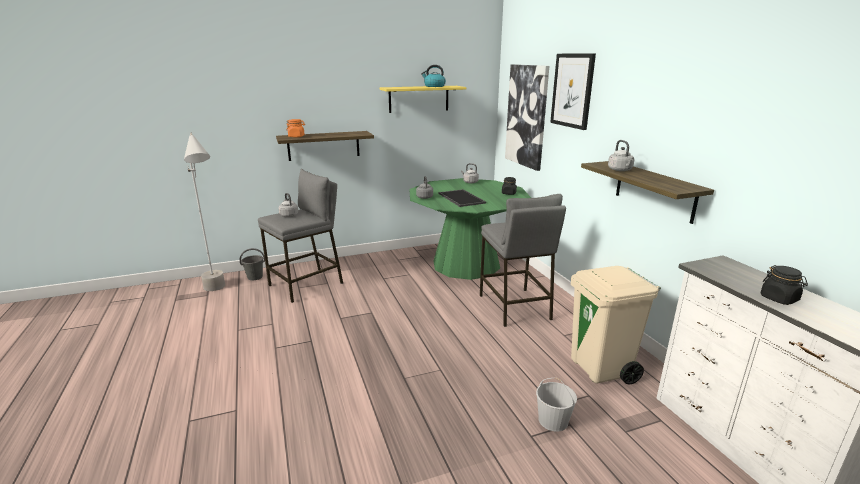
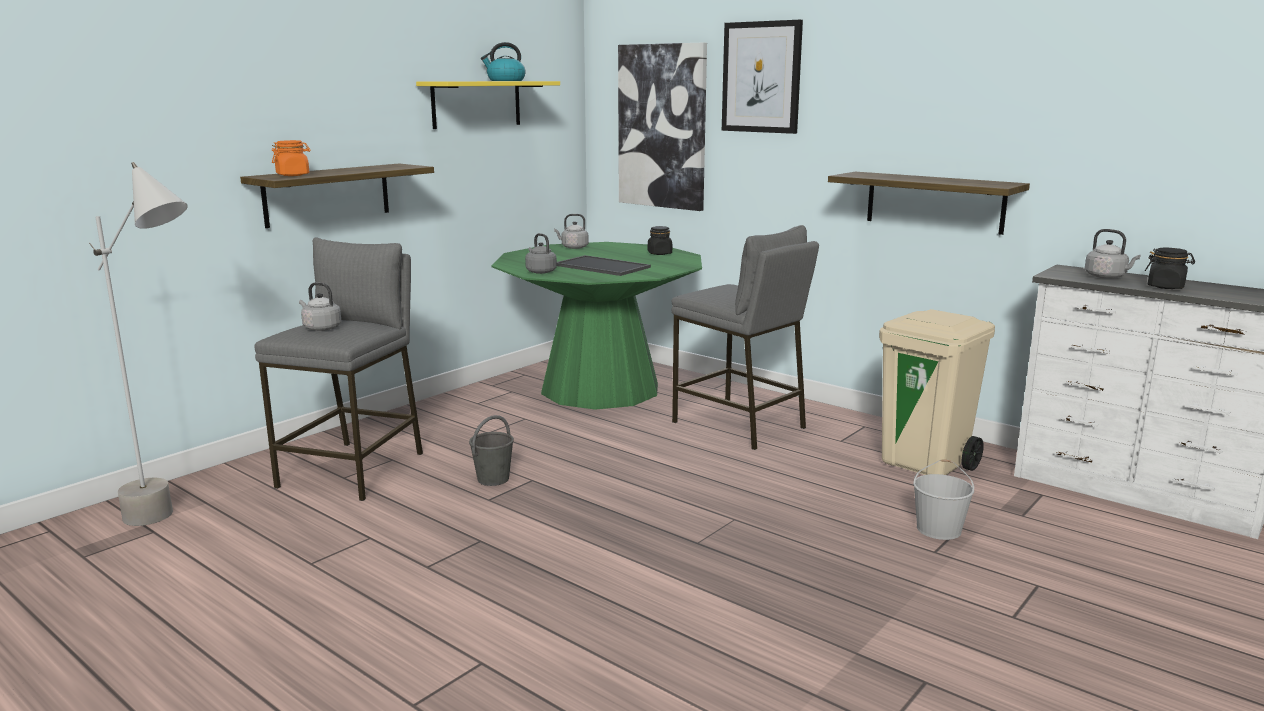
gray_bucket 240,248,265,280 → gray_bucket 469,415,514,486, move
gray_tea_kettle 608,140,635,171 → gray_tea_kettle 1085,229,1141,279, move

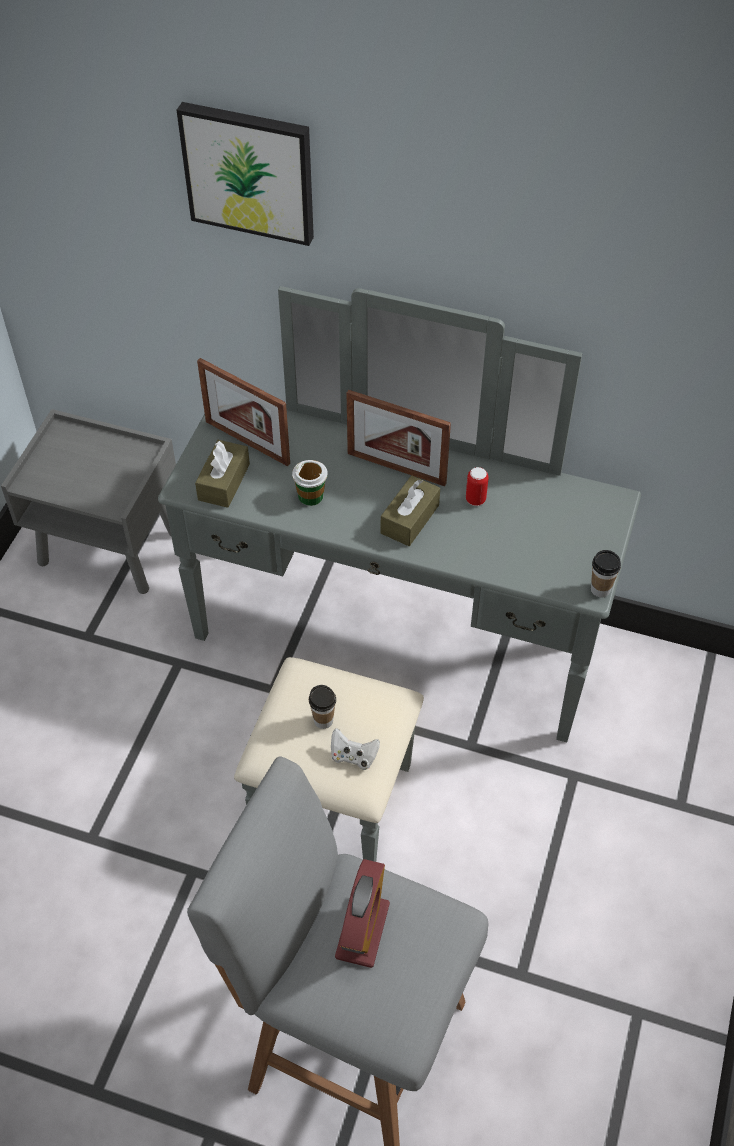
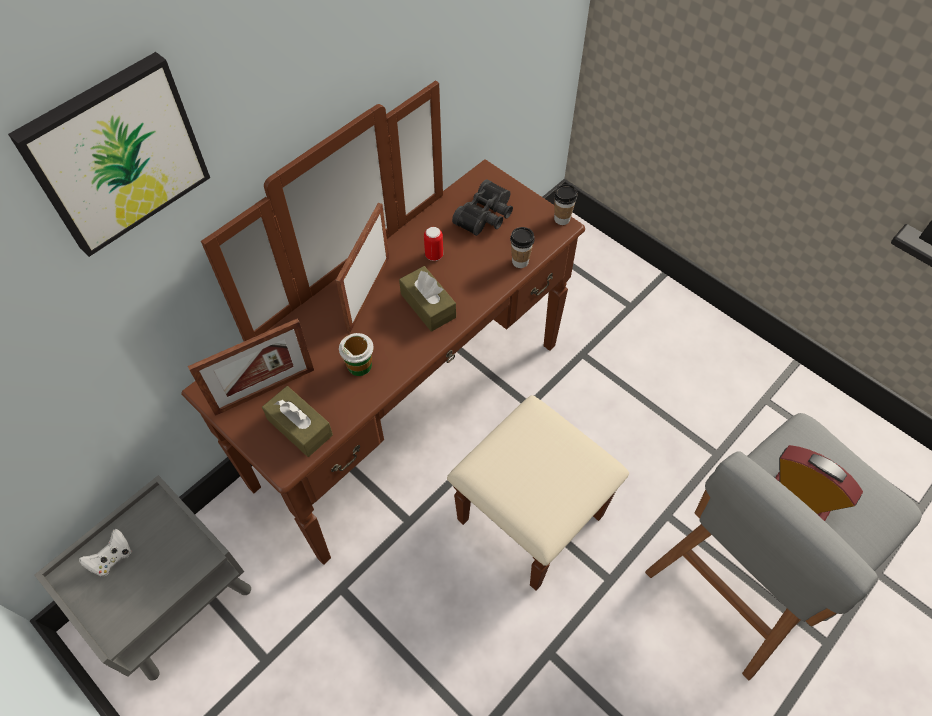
gray_drawer_chest 158,286,641,862 → brown-coloured_drawer_chest 181,81,629,591
drinking_cup 309,685,336,729 → drinking_cup 510,227,535,268, move
whitish_joypad 331,728,380,770 → whitish_joypad 79,529,131,577, move
standing_frame 347,390,451,486 → standing_frame 335,203,389,332, 150 degrees clockwise
- → black-coloured_field_glasses 452,179,513,236

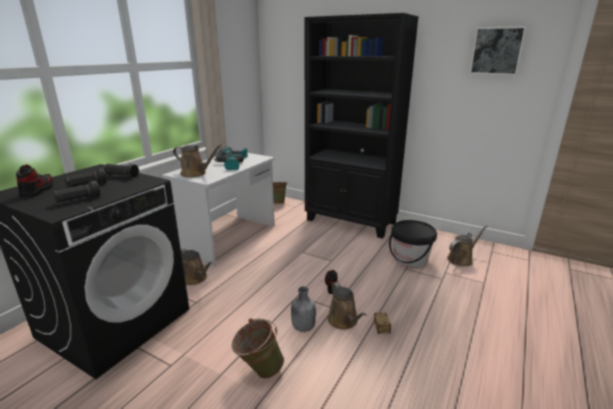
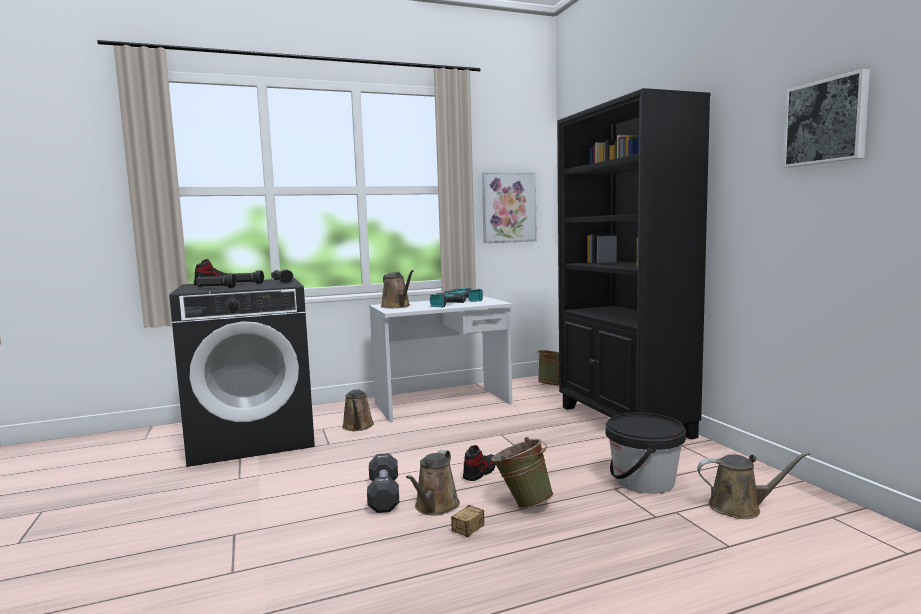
greenish_bucket 232,318,284,379 → greenish_bucket 491,437,554,509, move
gray_beverage_bottle 291,286,316,332 → black-coloured_dumbbell 367,453,399,513
- → wall_art 482,172,537,243

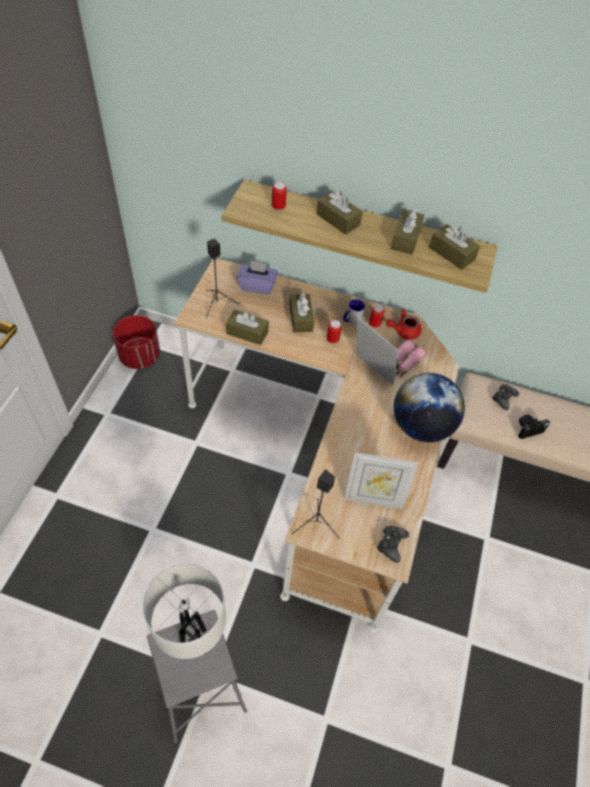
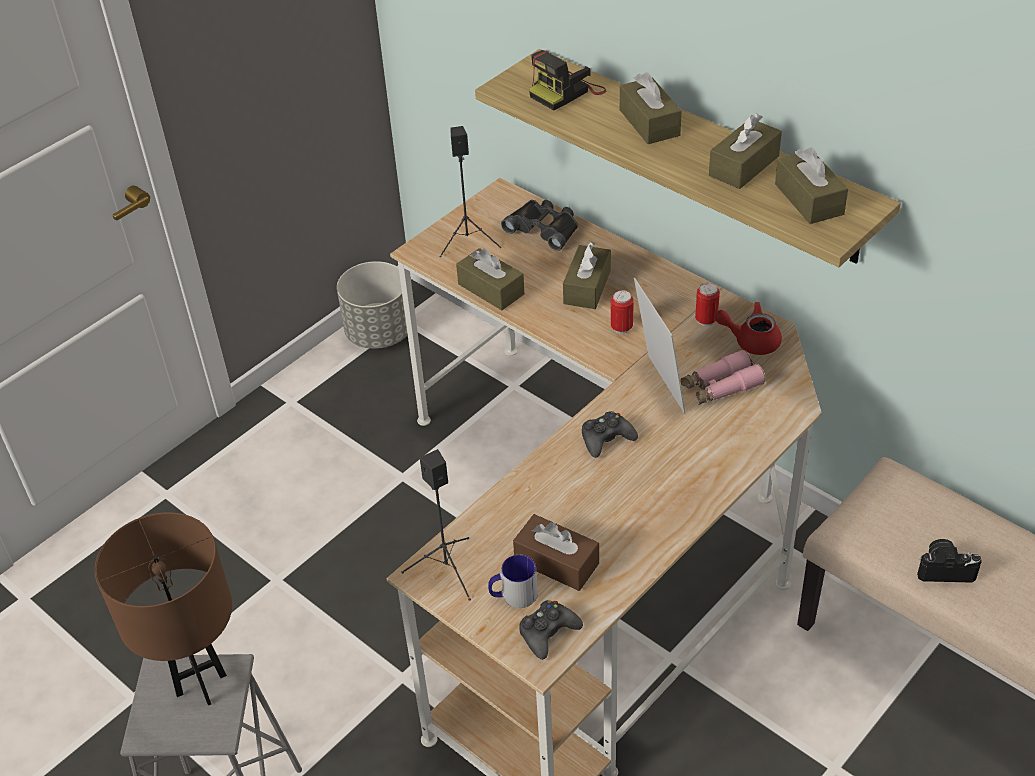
reddish_planter 113,315,160,369 → gray_planter 337,261,408,349
whitish_lamp_for_a_table 142,562,226,659 → brown-coloured_lamp_for_a_table 95,512,232,706
purple-coloured_box_of_tissues 237,260,278,294 → black-coloured_field_glasses 501,200,578,251
can 272,182,287,211 → photo_camera 529,50,606,110
mug 343,299,365,325 → mug 488,555,538,608, move
standing_frame 344,452,418,509 → brown-coloured_box_of_tissues 513,514,599,591
world_globe 394,373,465,442 → -
black-coloured_joypad 492,384,519,410 → black-coloured_joypad 582,411,638,458, move

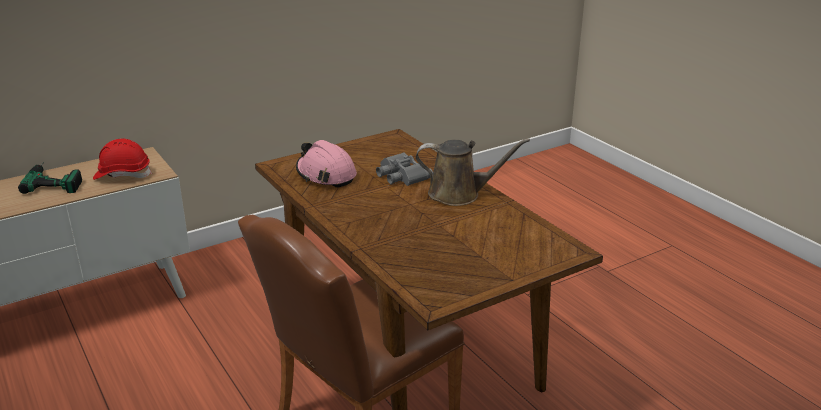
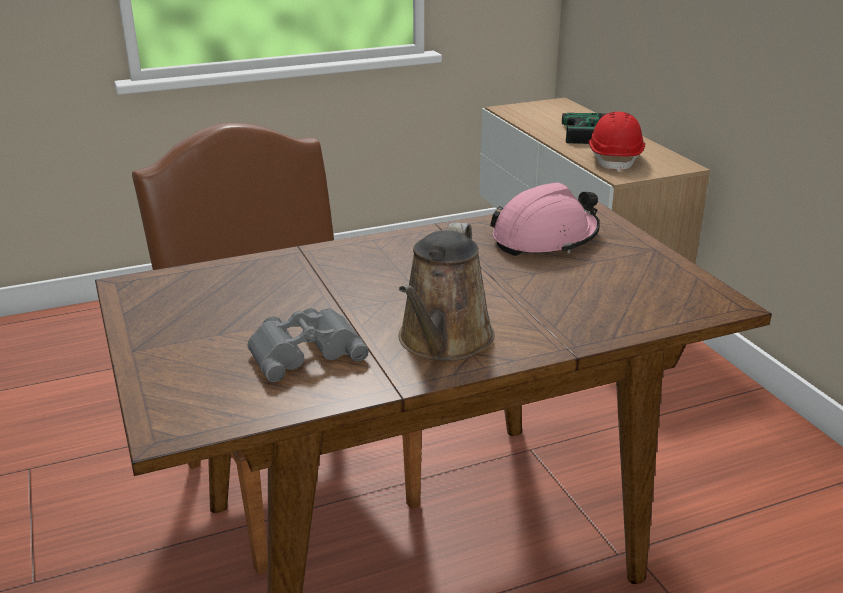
gray_field_glasses 376,153,433,186 → gray_field_glasses 248,308,369,382, move

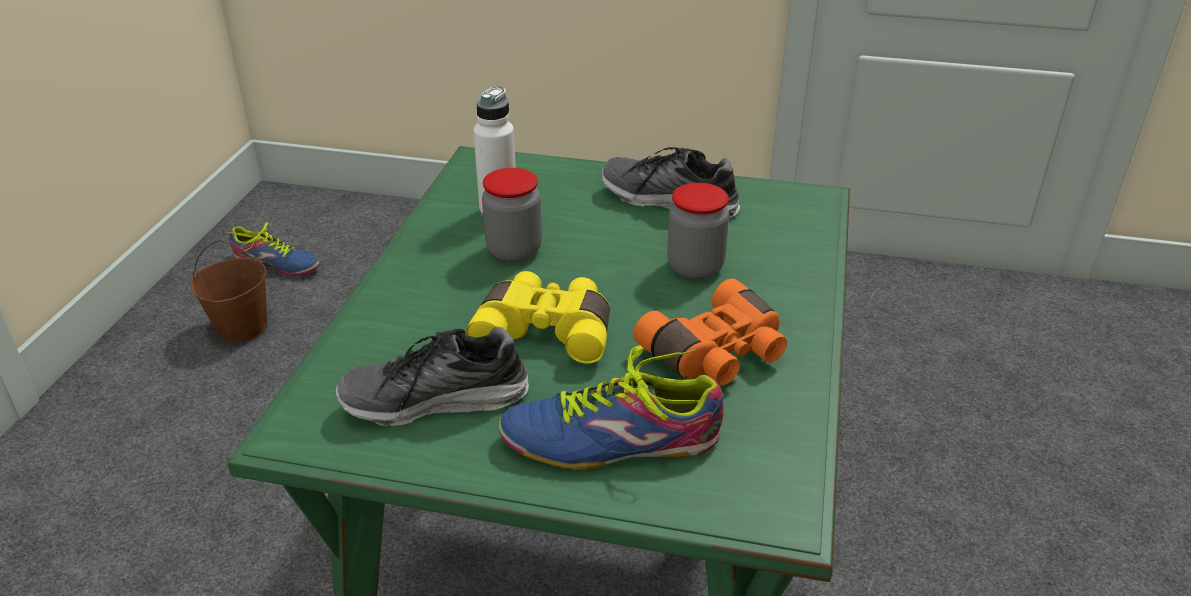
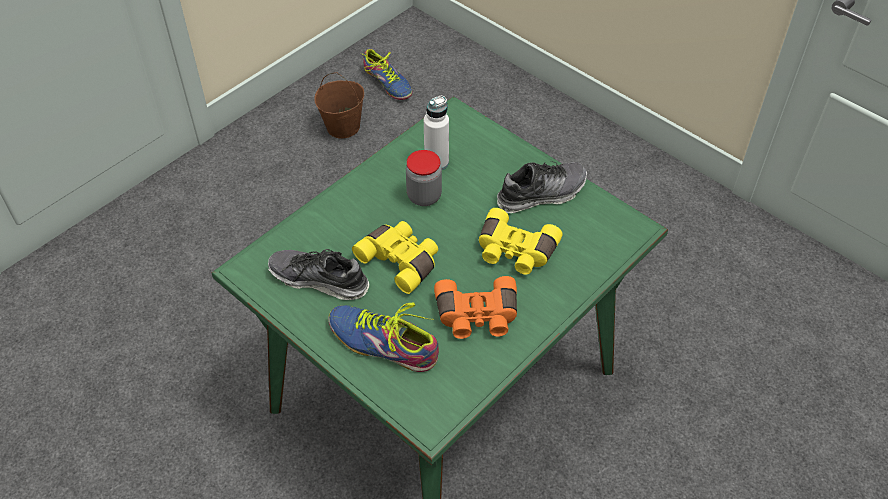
item_of_footwear 602,147,740,218 → item_of_footwear 497,161,587,213, 105 degrees clockwise
storage_jar 667,183,729,279 → yellow_field_glasses 479,208,563,275

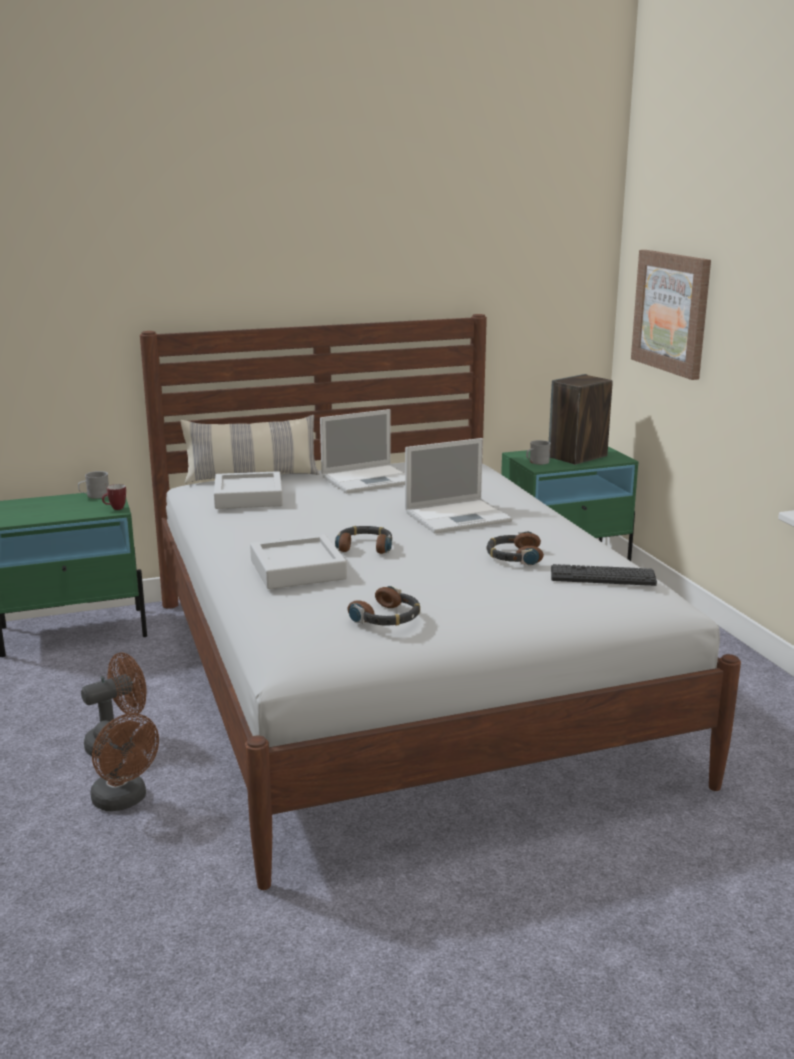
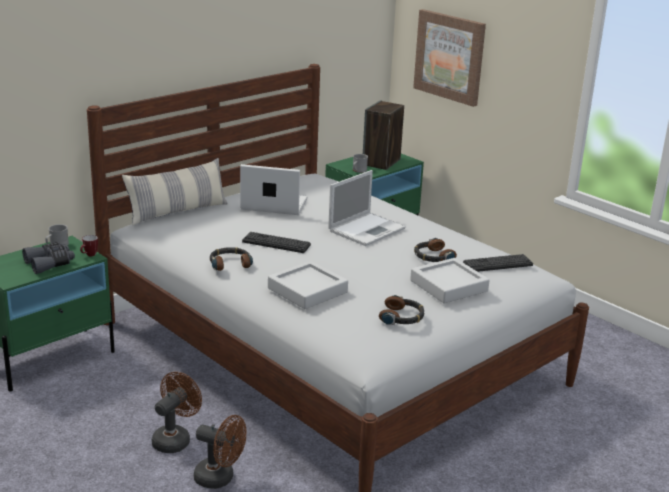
gray_tray 214,471,283,509 → gray_tray 410,258,490,304, move
portable_computer 320,409,405,493 → portable_computer 240,164,307,215, 120 degrees counterclockwise
headphones 335,526,392,554 → headphones 210,247,253,271, move
- → gray_field_glasses 22,242,75,274
- → PC_keyboard 242,232,311,253

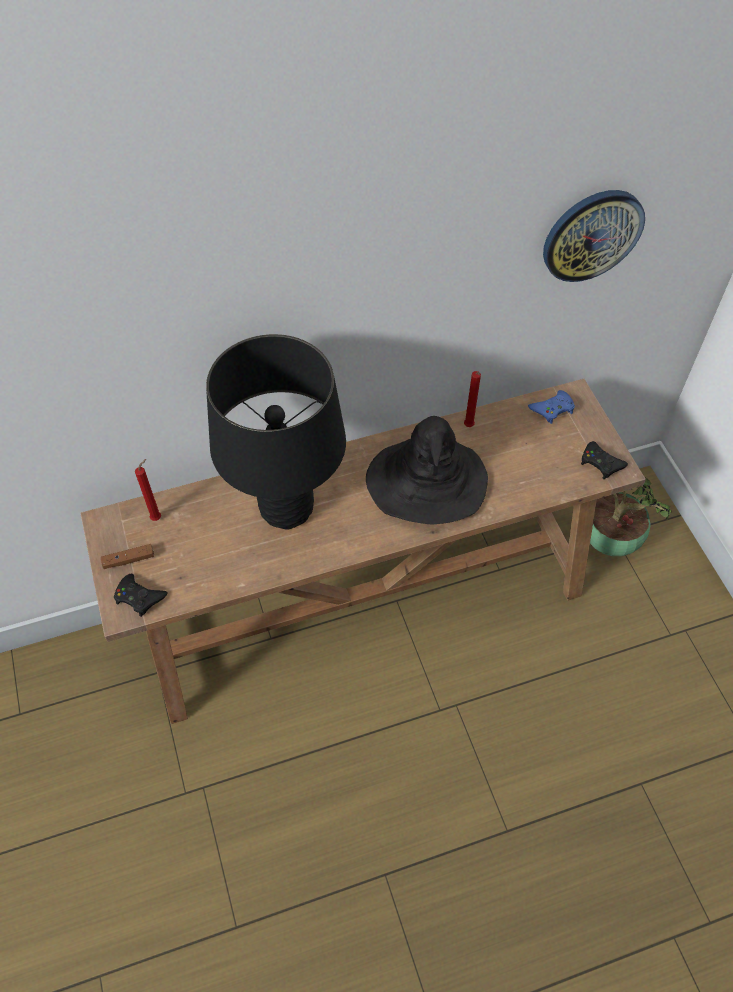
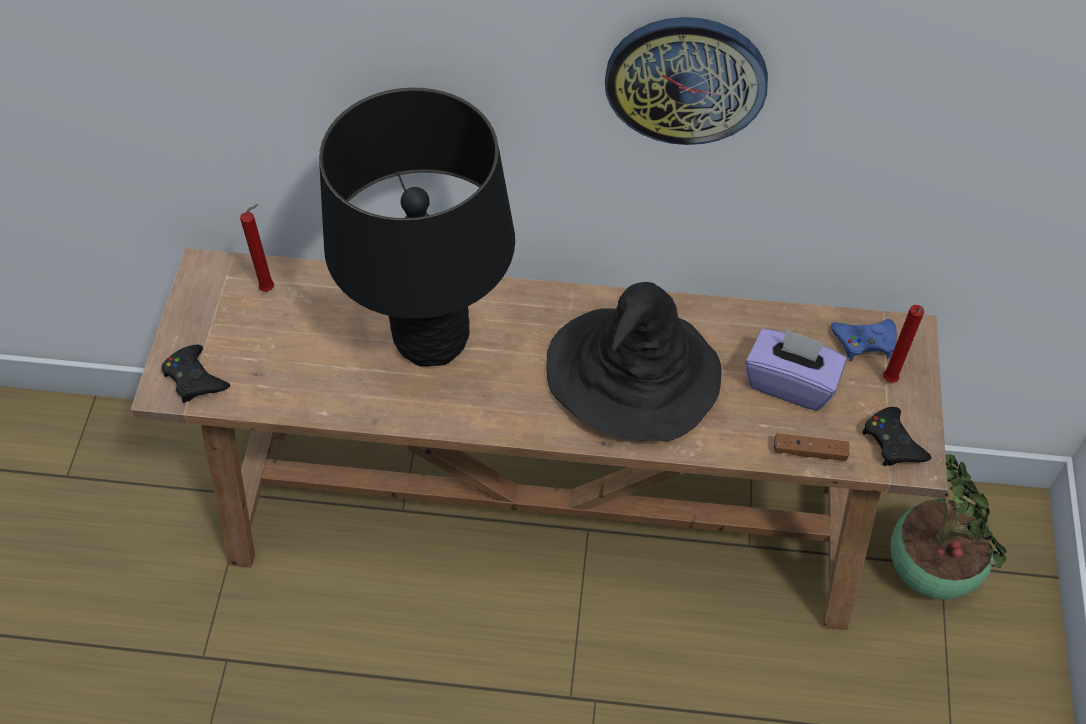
brown-coloured_joypad 101,544,154,569 → brown-coloured_joypad 774,434,849,461, move
reddish_wax_light 464,371,481,427 → reddish_wax_light 883,305,924,383, move
clock_on_the_wall 543,190,645,282 → clock_on_the_wall 605,17,768,145, move
- → purple-coloured_box_of_tissues 745,328,847,411

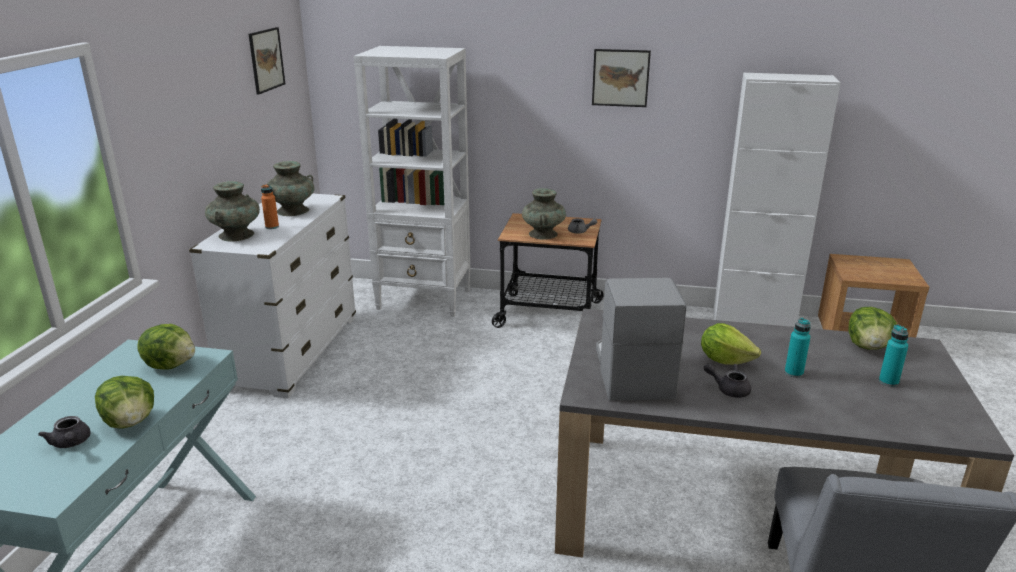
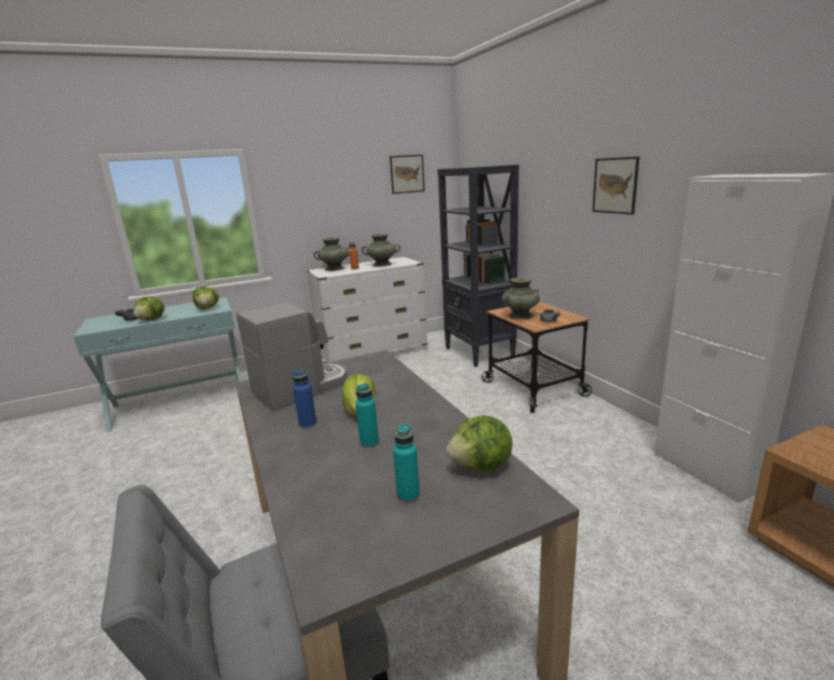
whitish_bookcase 354,46,470,317 → black-coloured_bookcase 437,165,519,367
gray_teapot 704,363,751,398 → bluish_beverage_bottle 292,369,317,429

